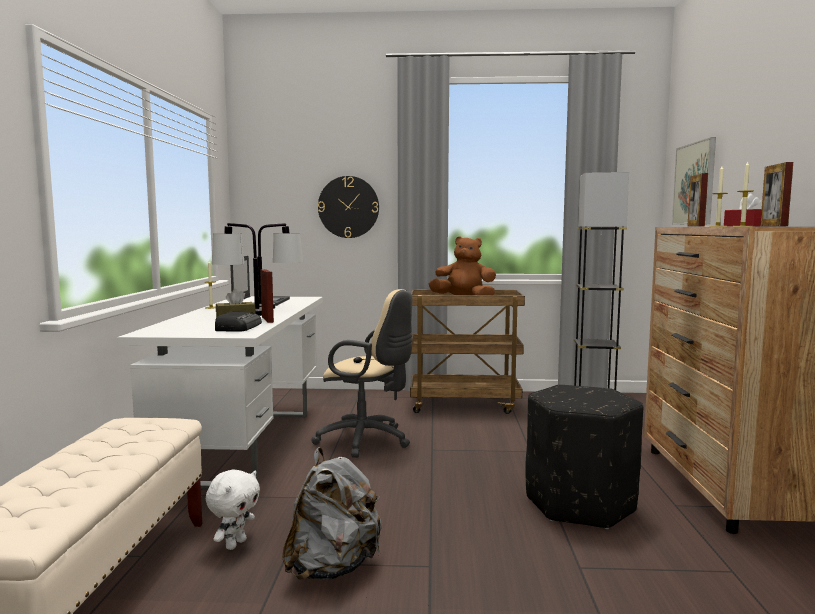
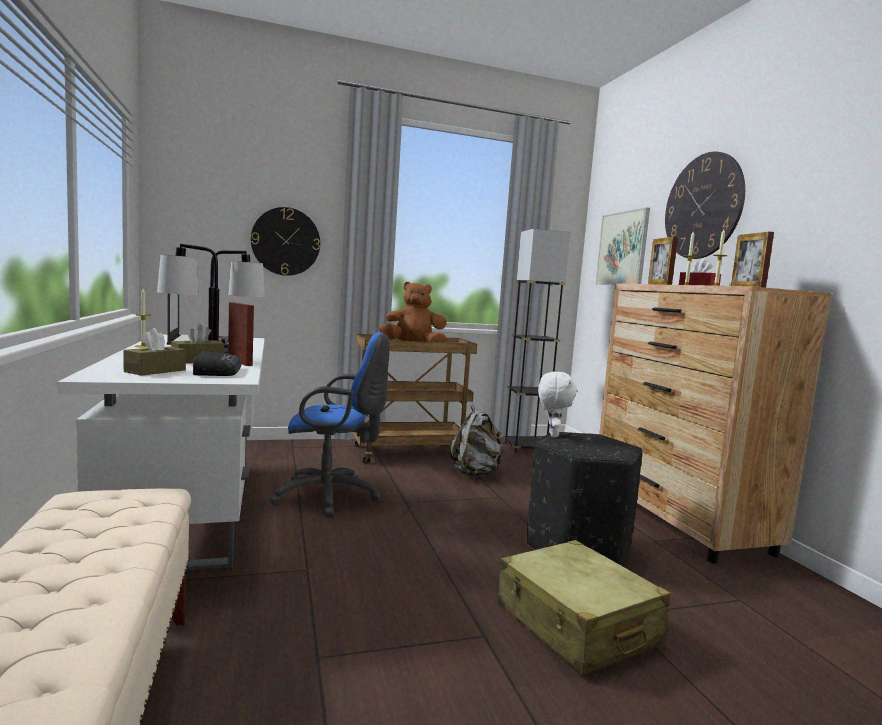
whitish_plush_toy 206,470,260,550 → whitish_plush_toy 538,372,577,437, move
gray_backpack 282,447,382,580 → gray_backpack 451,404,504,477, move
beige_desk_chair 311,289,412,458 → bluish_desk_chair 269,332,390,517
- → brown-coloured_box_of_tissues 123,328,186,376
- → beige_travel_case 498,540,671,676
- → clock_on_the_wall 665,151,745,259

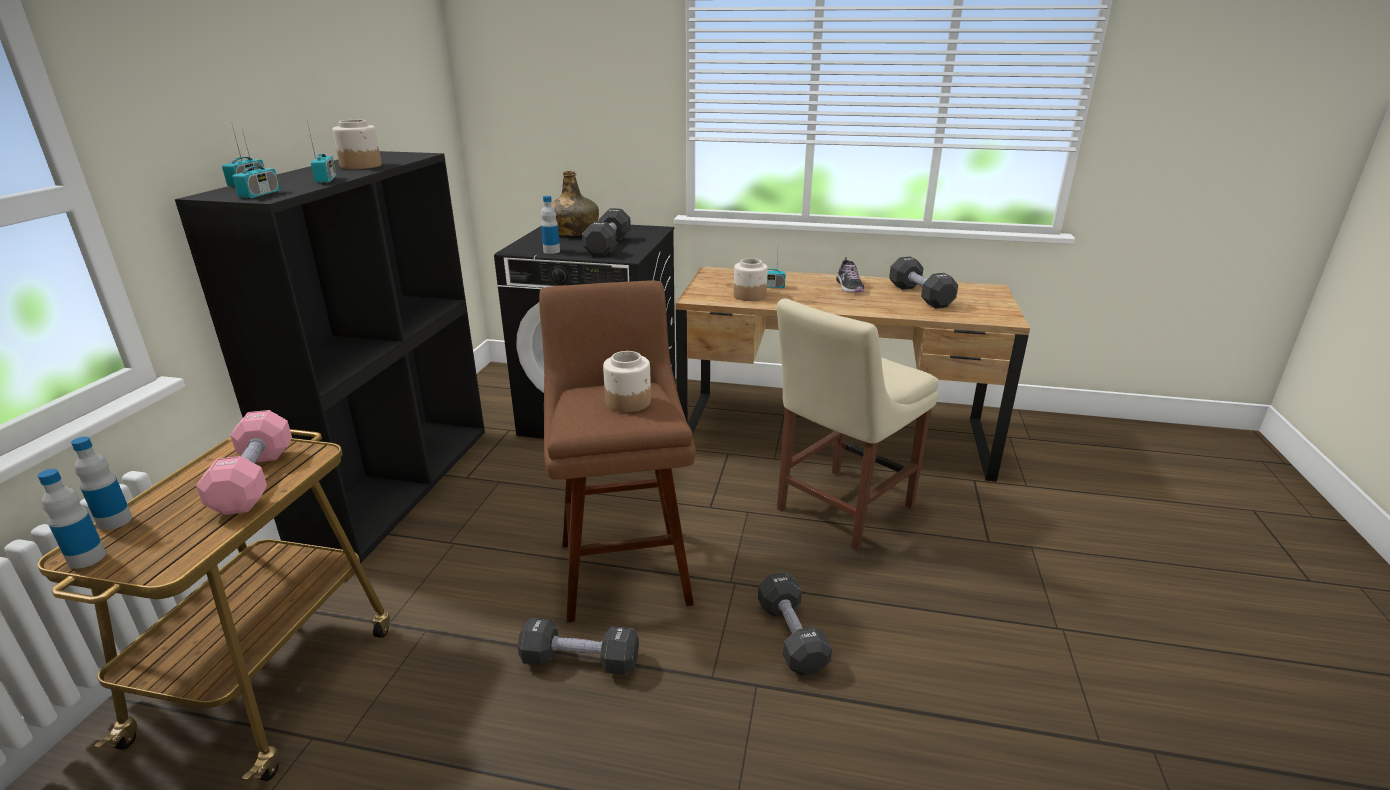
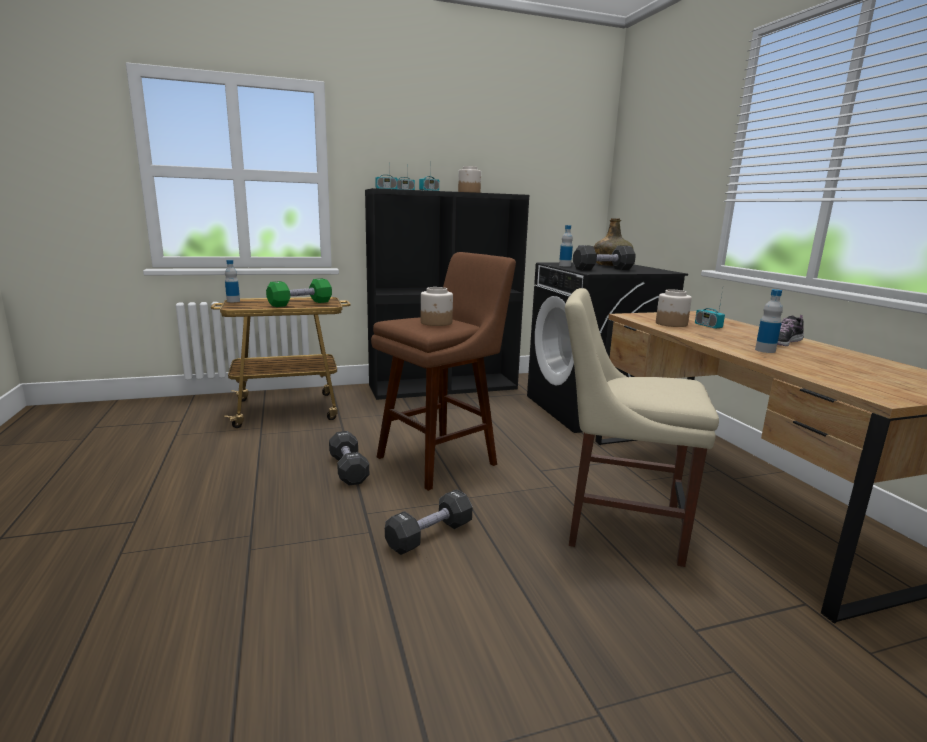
beverage_bottle 71,436,132,530 → beverage_bottle 755,289,783,353, move
pink_dumbbell 196,410,292,515 → greenish_dumbbell 266,278,332,307
black-coloured_dumbbell 889,257,958,308 → -

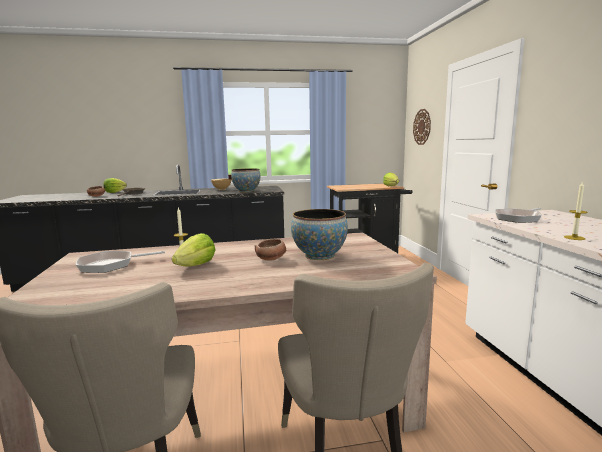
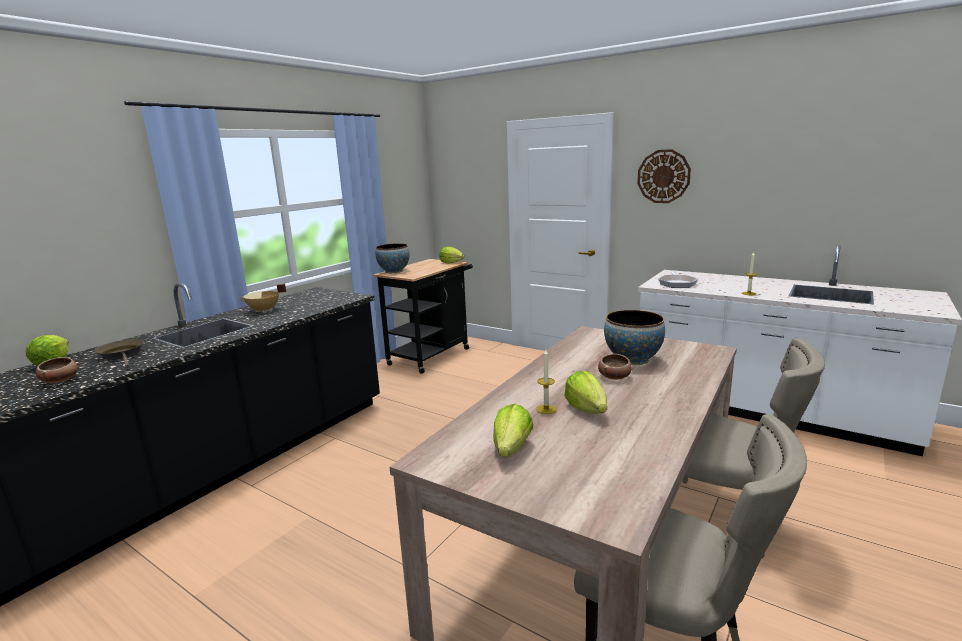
pan 76,251,165,273 → lettuce 493,404,533,457
bowl 231,168,260,192 → bowl 375,243,409,273, move
clock_on_the_wall 413,109,431,145 → clock_on_the_wall 637,149,691,203, move

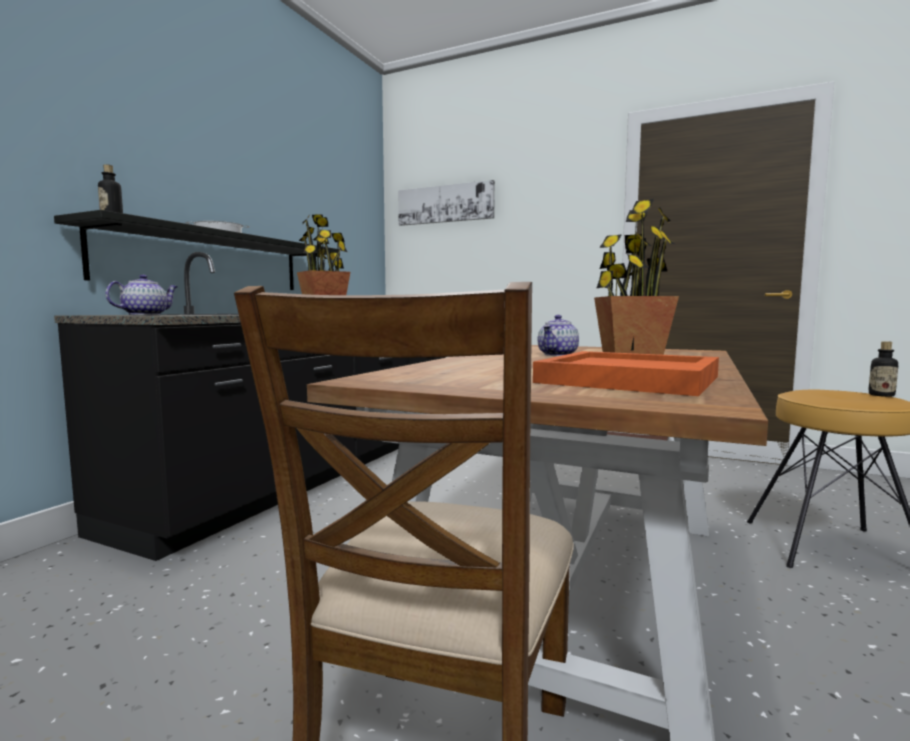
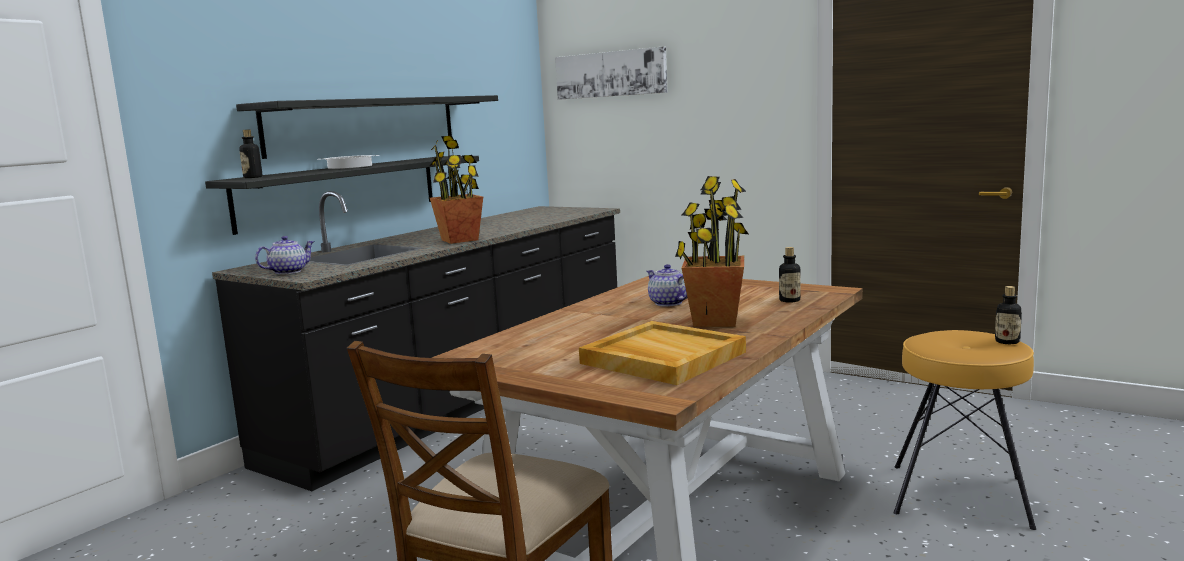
orange-coloured_tray 533,351,719,396 → beige_tray 579,321,746,385
teapot 538,315,579,356 → teapot 647,264,688,307, 105 degrees clockwise
- → black-coloured_bracket_shelf 236,95,498,159
- → beverage_bottle 779,247,801,303

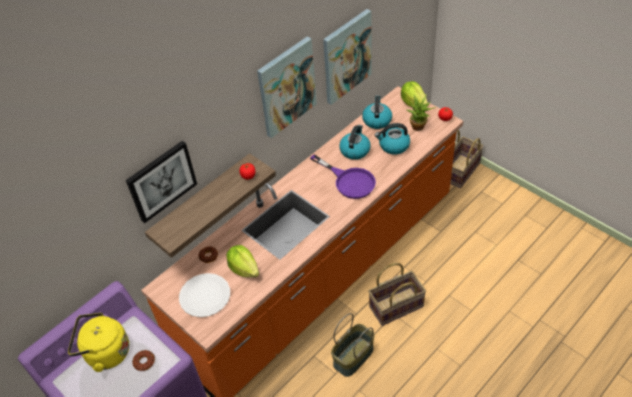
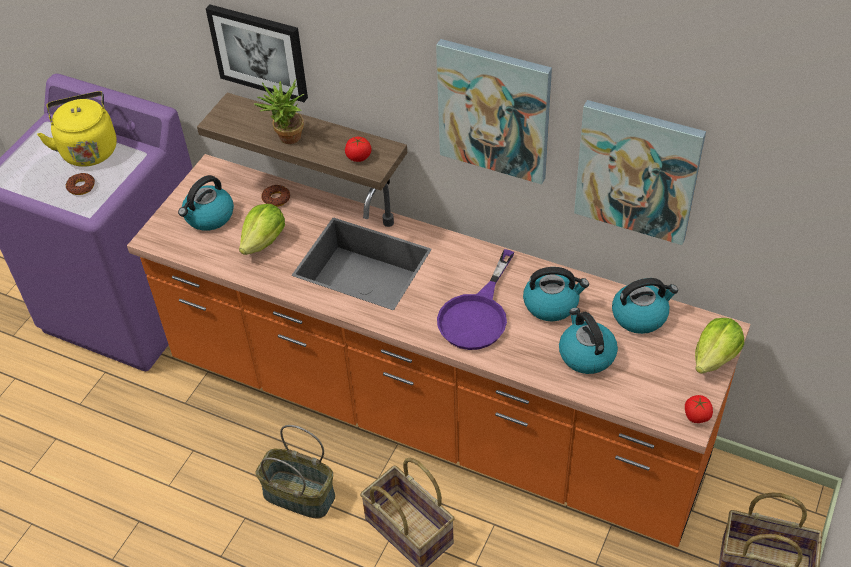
whitish_dinner_plate 179,273,230,317 → tea_kettle 178,175,234,231
plant_in_a_pot 407,94,436,131 → plant_in_a_pot 254,79,305,144, move

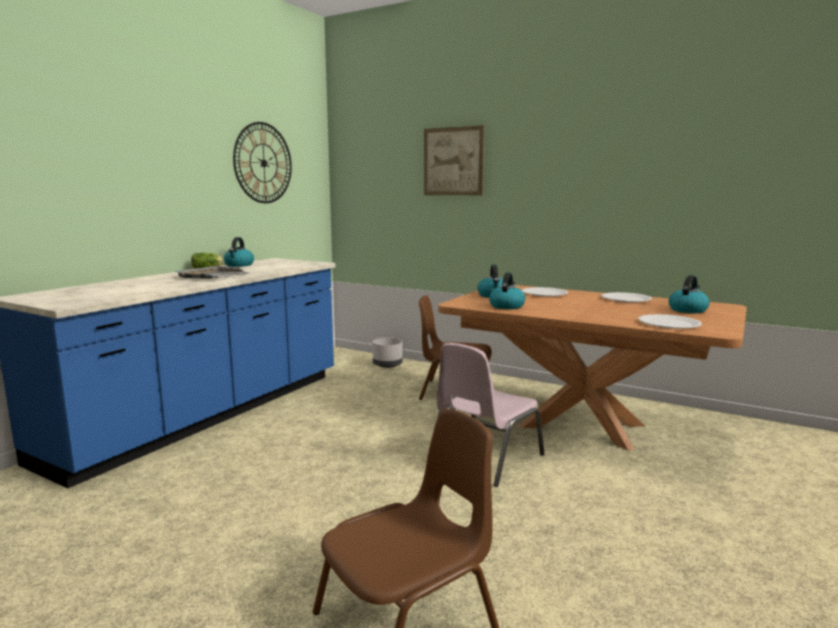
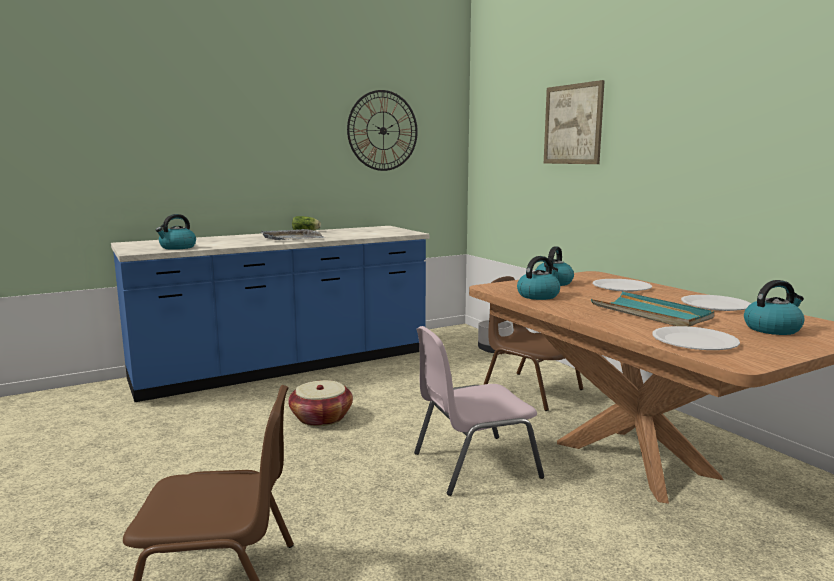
tea_kettle 223,237,254,267 → tea_kettle 156,214,196,250, move
- → storage_basket 288,380,353,426
- → blue-green_tray 591,292,715,327

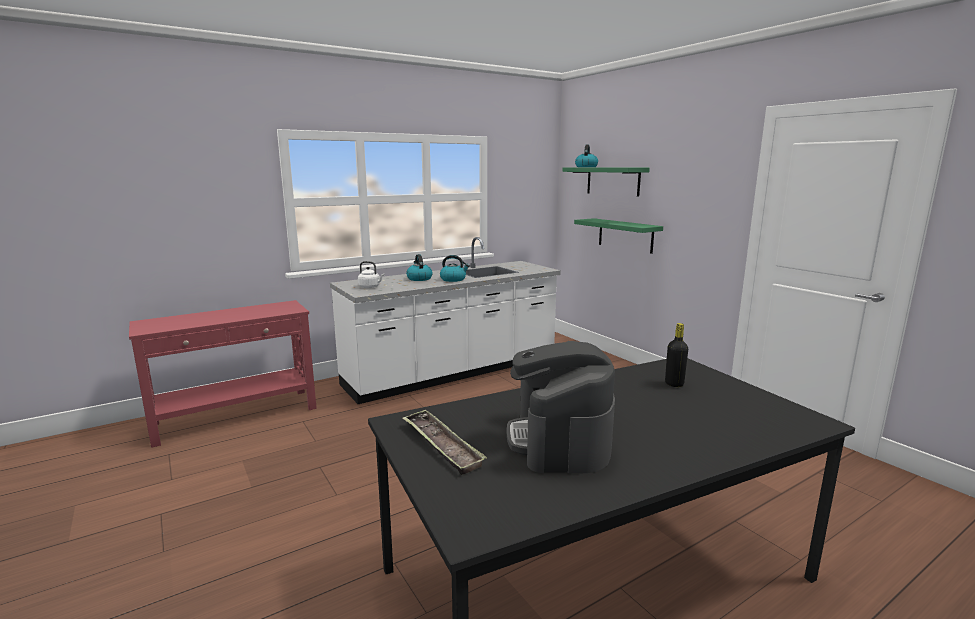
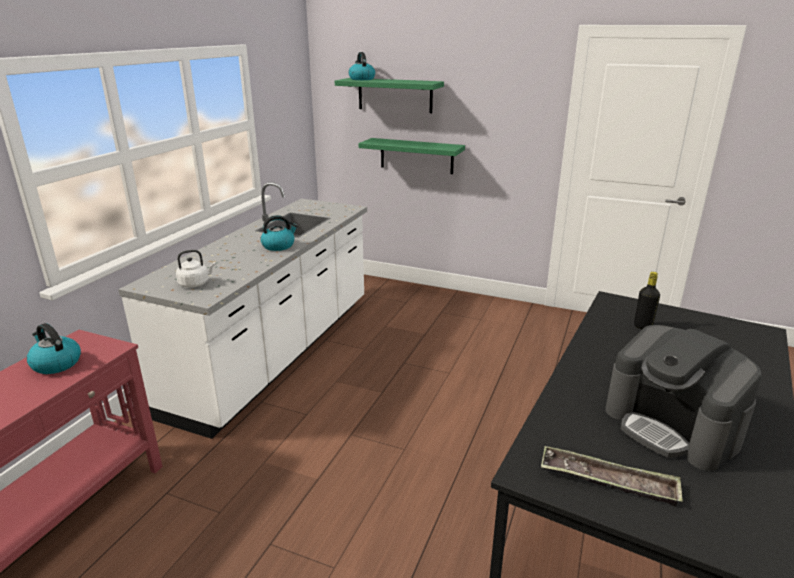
tea_kettle 406,254,433,281 → tea_kettle 27,323,81,374, move

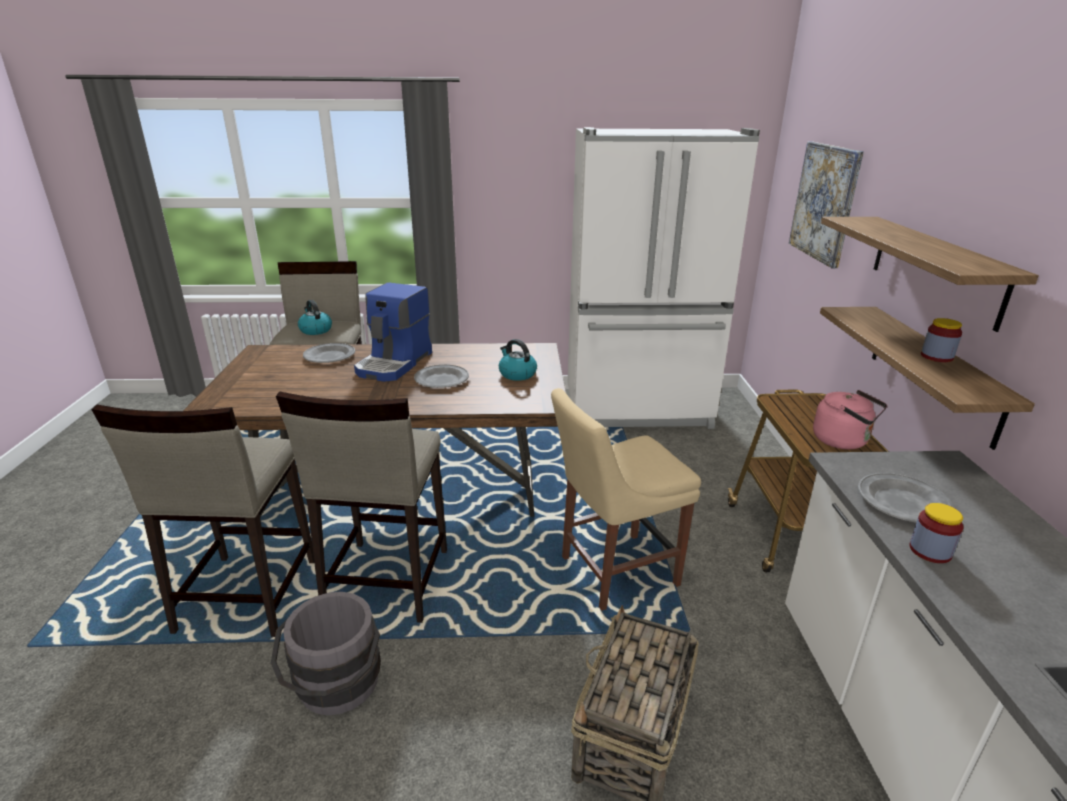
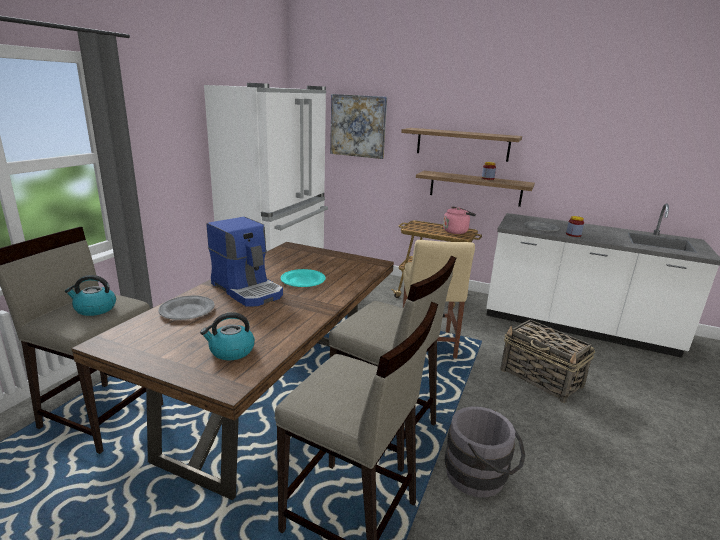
gray_dinner_plate 414,364,469,388 → blue-green_dinner_plate 281,269,326,287
tea_kettle 499,339,537,381 → tea_kettle 200,312,255,360, move

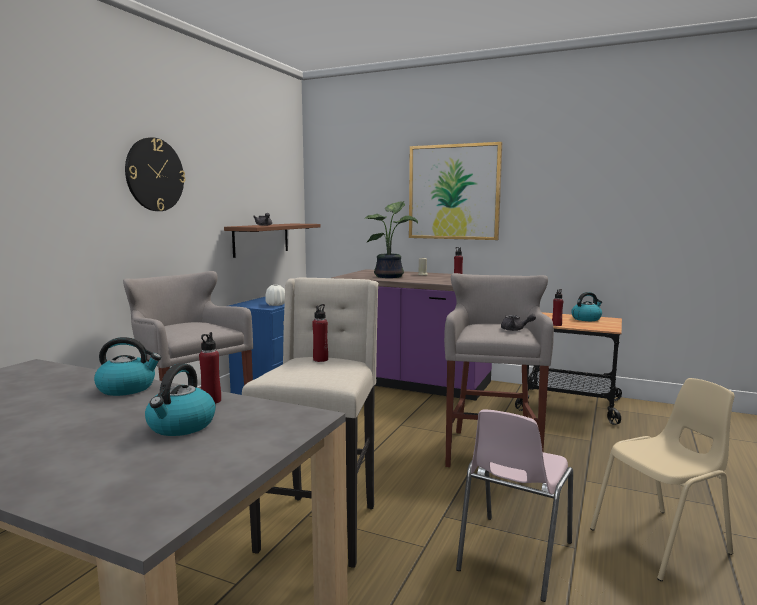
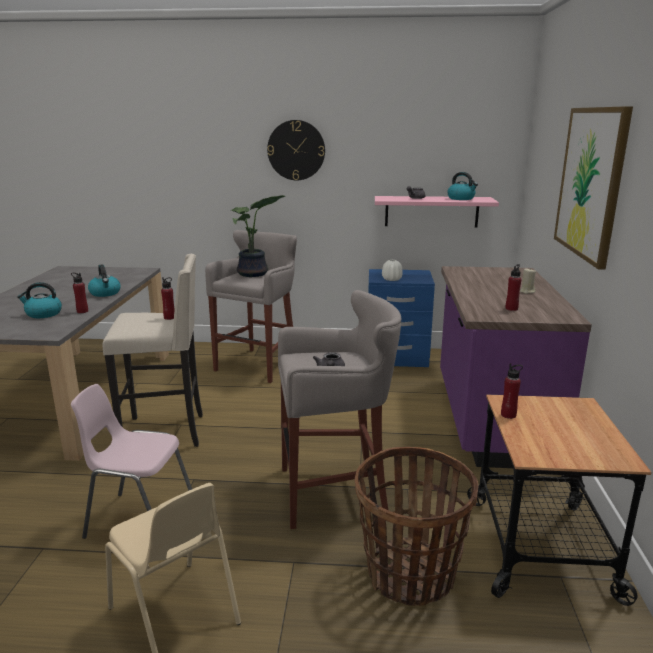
brown-coloured_bracket_shelf 224,224,320,258 → pink_bracket_shelf 375,196,499,228
plant_in_a_pot 365,201,418,278 → plant_in_a_pot 231,195,285,277, move
tea_kettle 571,292,602,321 → tea_kettle 447,172,478,200, move
- → storage_basket 355,447,478,606

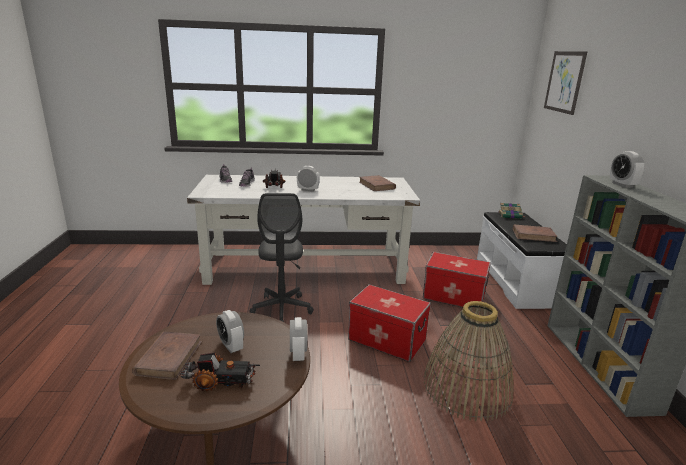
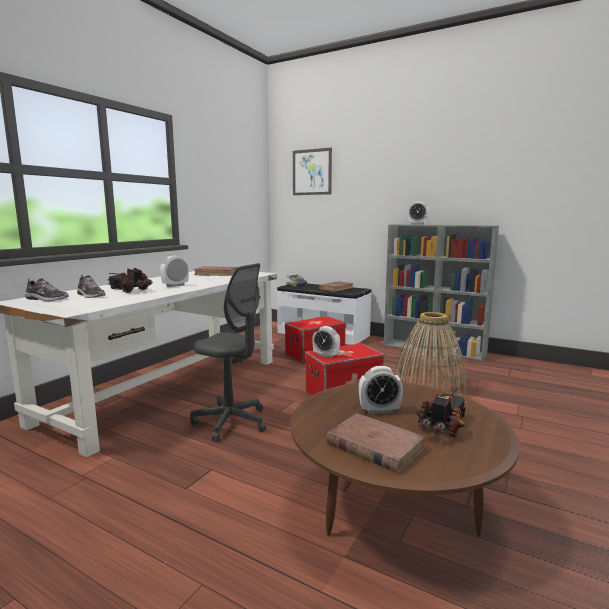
alarm_clock 290,317,307,361 → alarm_clock 312,326,340,358, move

